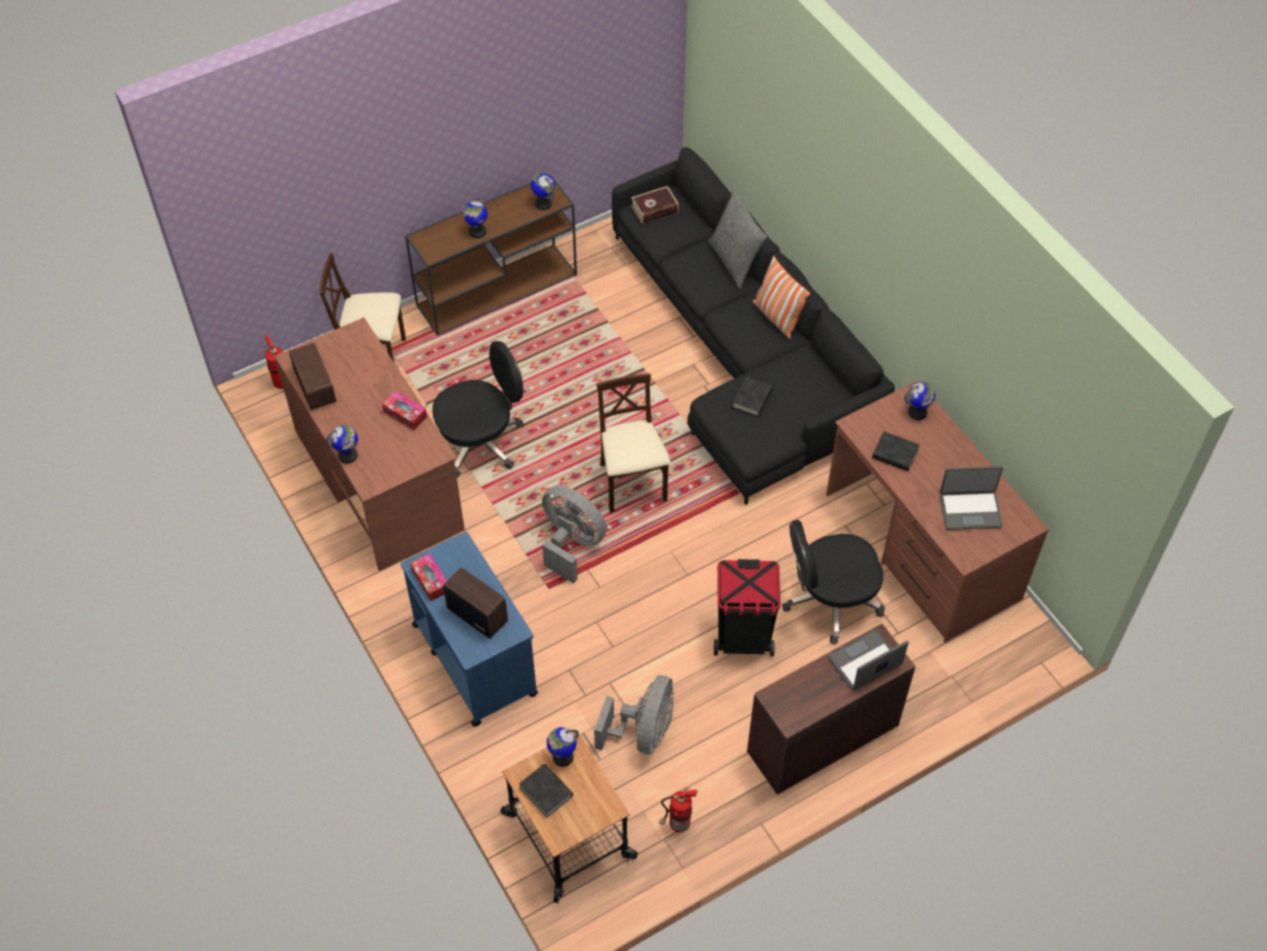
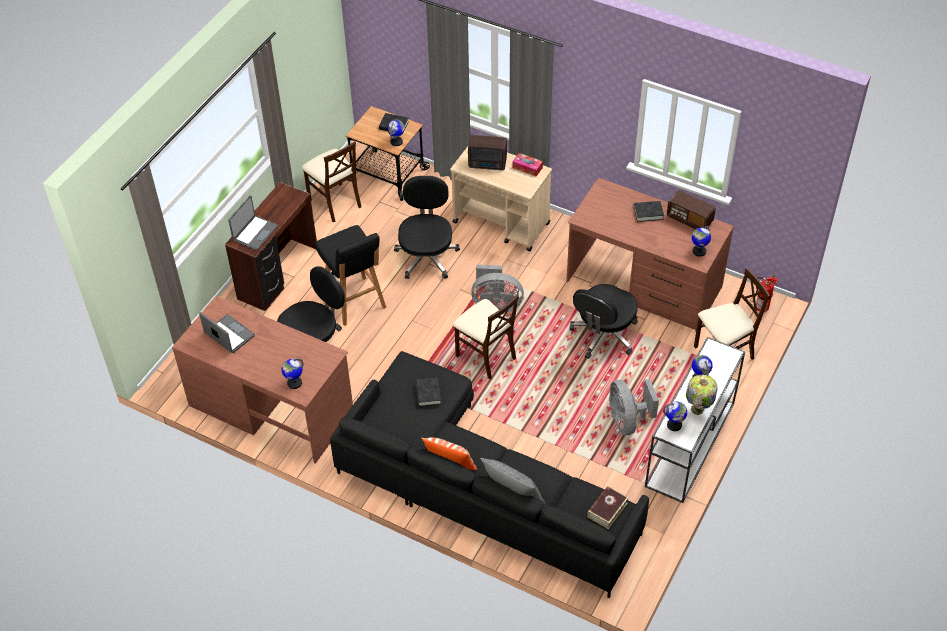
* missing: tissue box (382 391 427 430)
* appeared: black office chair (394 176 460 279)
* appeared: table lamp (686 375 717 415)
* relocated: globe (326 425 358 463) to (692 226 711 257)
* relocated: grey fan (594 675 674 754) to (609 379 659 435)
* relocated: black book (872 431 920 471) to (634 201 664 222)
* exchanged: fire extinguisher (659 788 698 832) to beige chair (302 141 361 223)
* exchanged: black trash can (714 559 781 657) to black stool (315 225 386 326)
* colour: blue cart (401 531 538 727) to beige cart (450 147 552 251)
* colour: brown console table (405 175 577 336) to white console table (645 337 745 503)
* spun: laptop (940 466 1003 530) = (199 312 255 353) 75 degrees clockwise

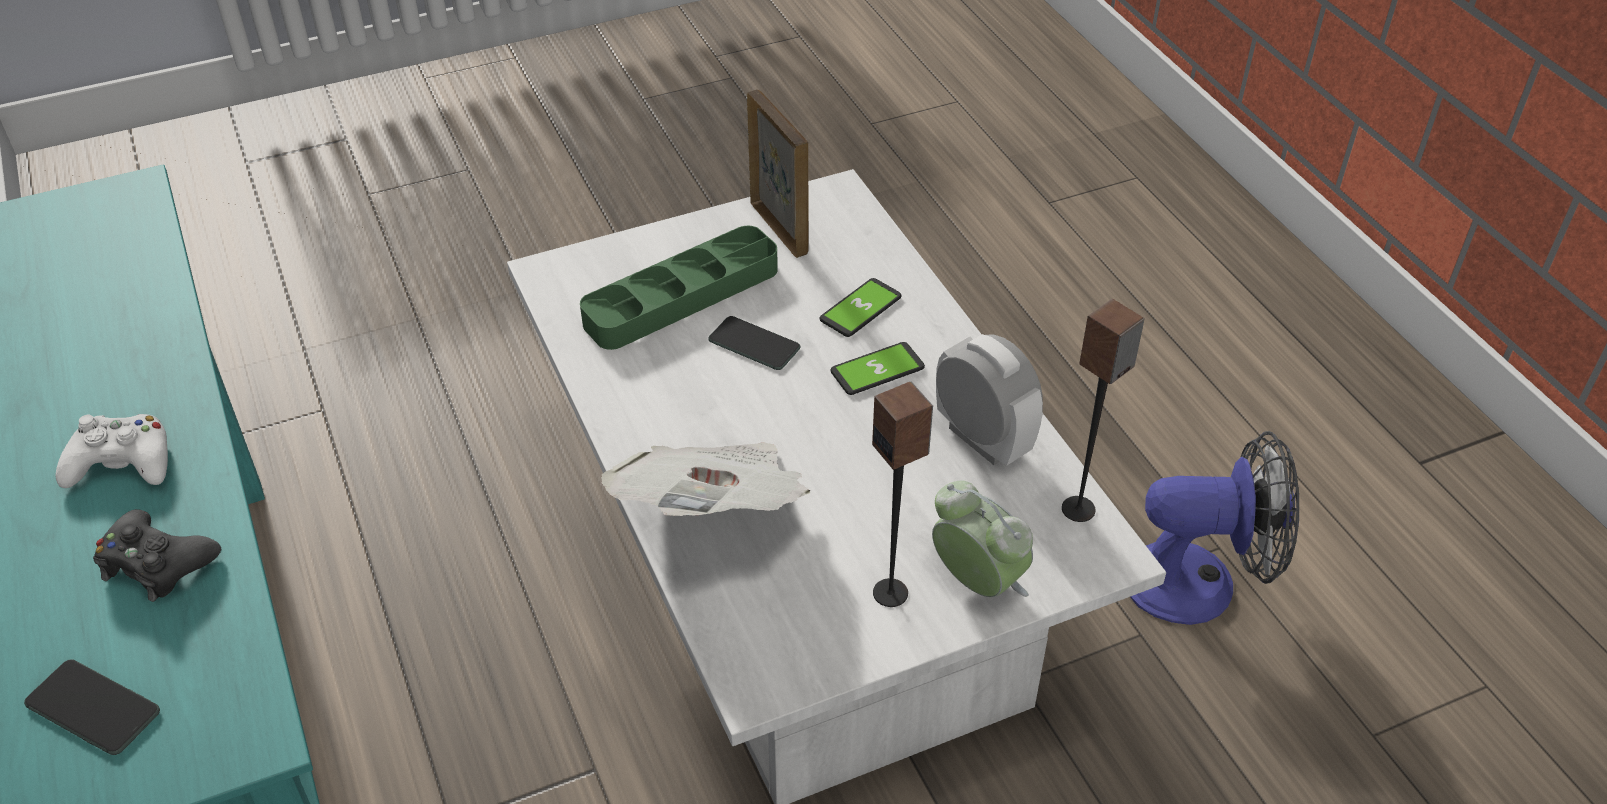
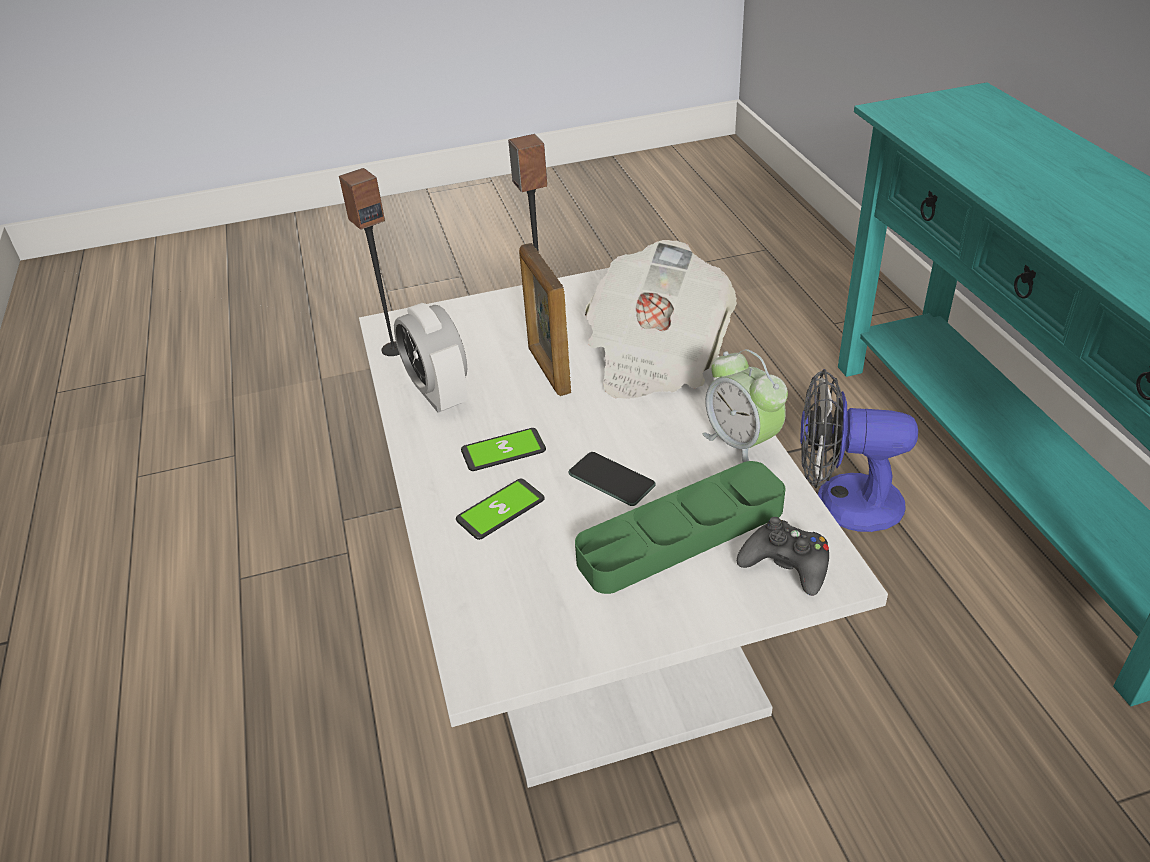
* missing: phone (24 659 160 755)
* missing: white game controller (55 414 168 488)
* relocated: black game controller (93 509 221 602) to (737 517 829 596)
* relocated: picture frame (747 89 809 258) to (519 243 571 396)
* relocated: alarm clock (932 480 1033 597) to (703 349 788 463)
* relocated: fan (1130 431 1299 625) to (800 369 918 532)

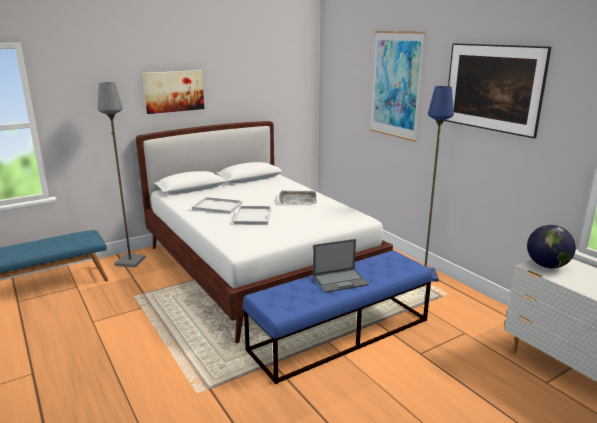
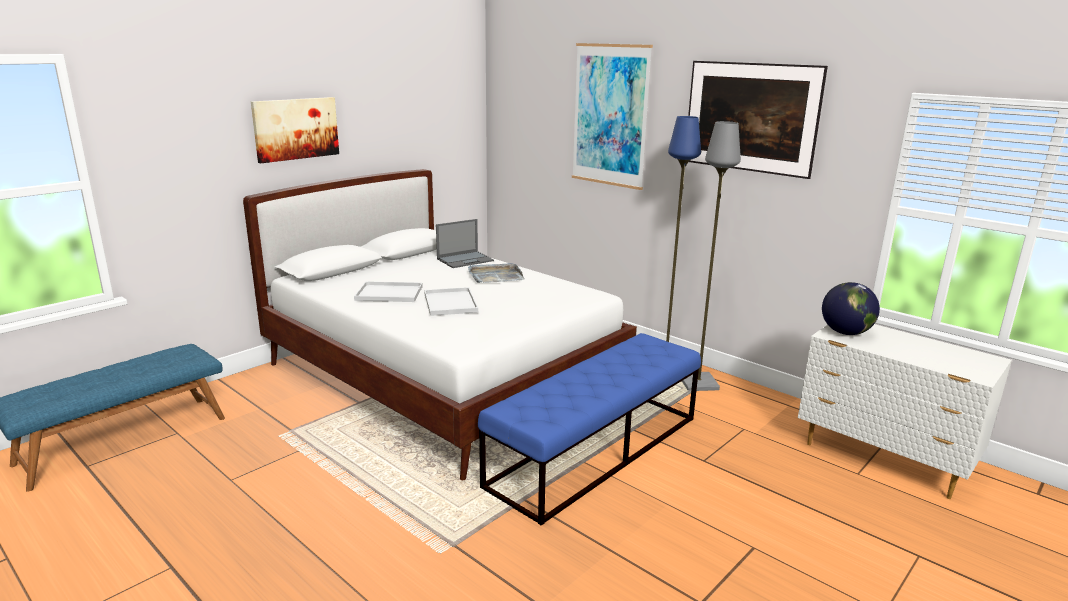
* relocated: grey floor lamp (98 82 146 267) to (682 121 741 391)
* relocated: laptop (313 239 369 293) to (436 219 494 268)

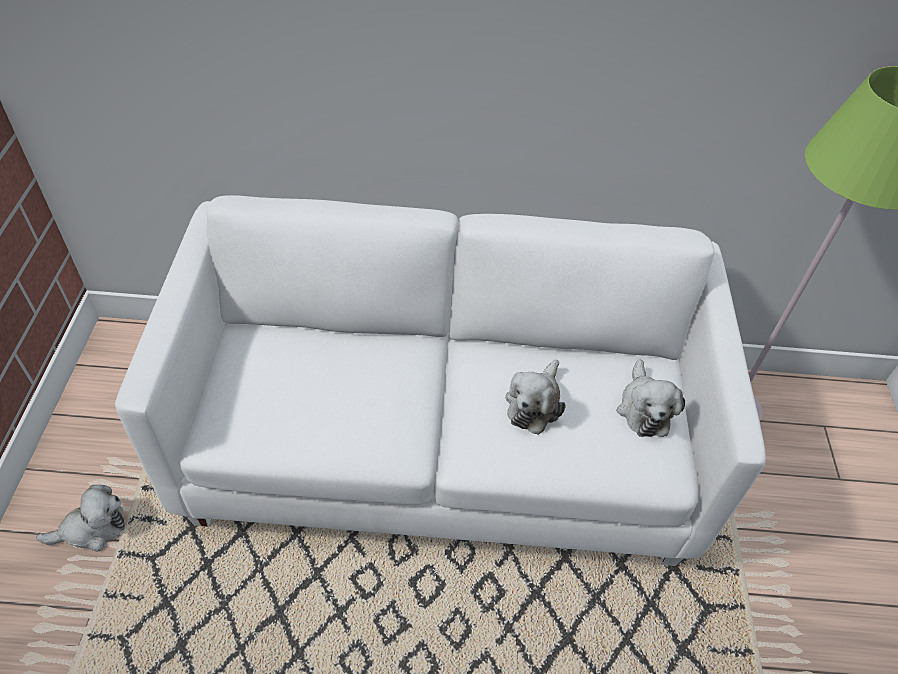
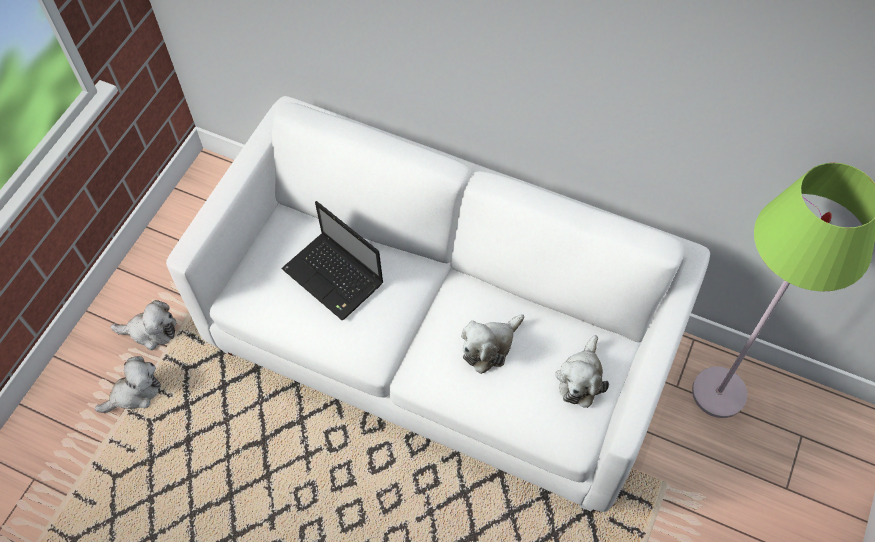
* appeared: plush toy (95 356 161 413)
* appeared: laptop (281 201 383 320)

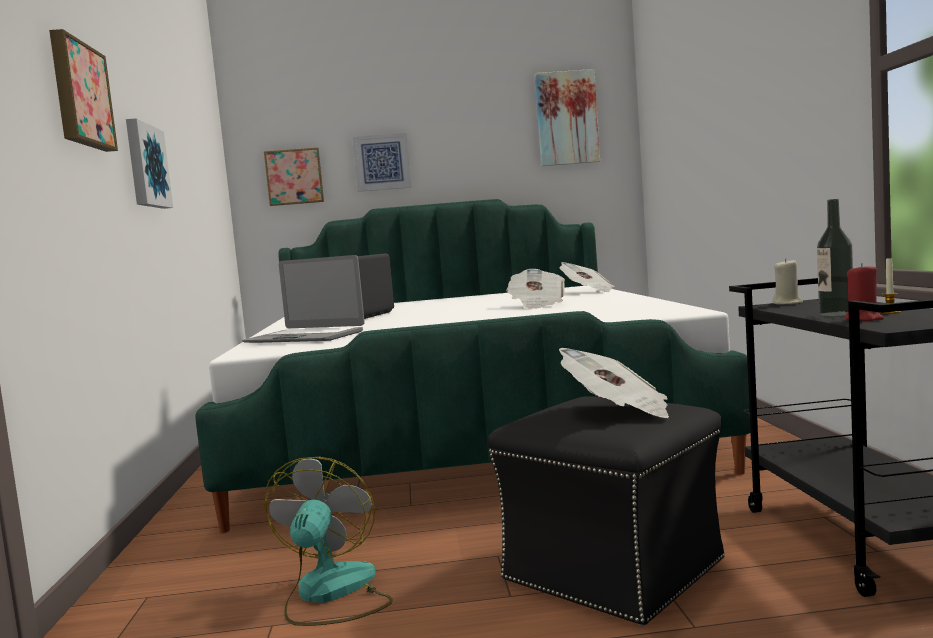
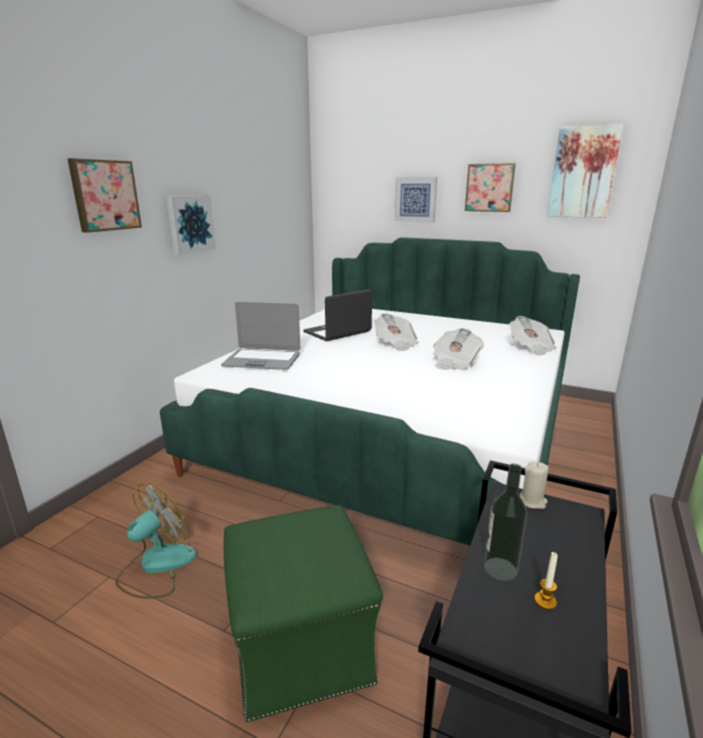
* missing: red candle (845 263 884 321)
* relocated: picture (264 147 324 206) to (465 163 516 212)
* relocated: newspaper (559 348 669 418) to (374 313 419 351)
* colour: black ottoman (487 397 725 626) to green ottoman (224 505 383 722)
* spun: laptop (242 255 365 343) = (221 302 300 370) 45 degrees counterclockwise

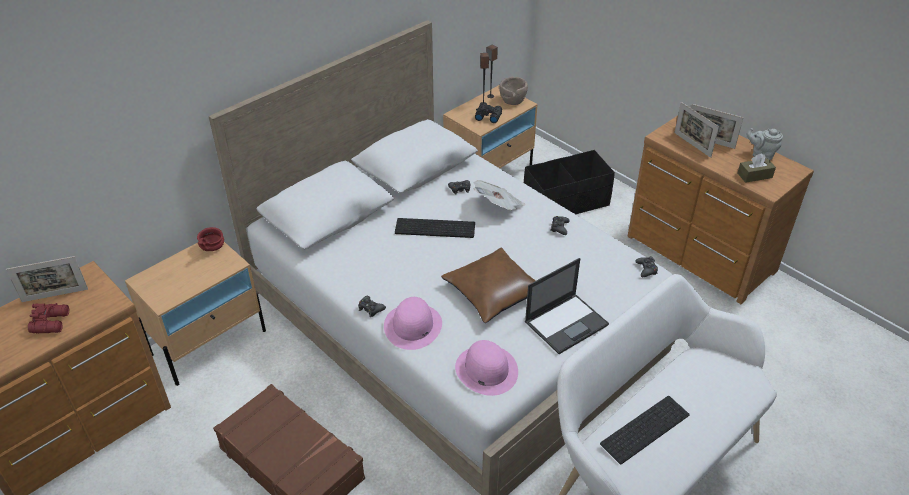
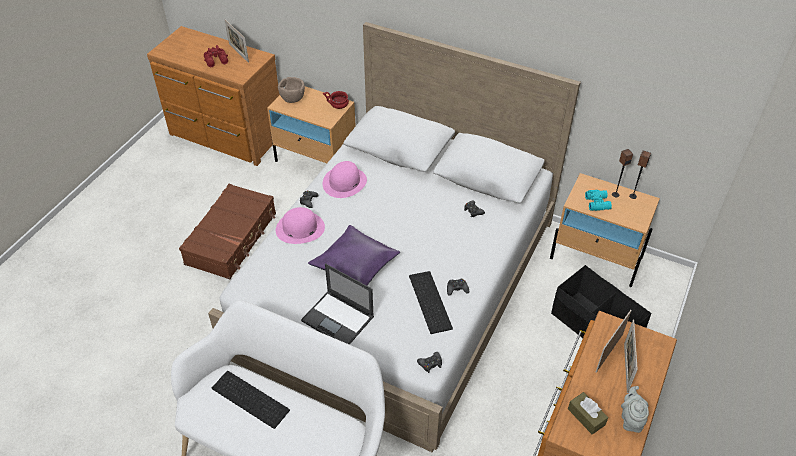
* missing: newspaper (473 180 525 210)
* relocated: keyboard (395 218 475 238) to (409 271 453 334)
* relocated: pink hat (455 340 518 396) to (323 161 367 198)
* relocated: brown bowl (499 76 528 105) to (278 77 305 103)
* colour: brown pillow (441 248 536 323) to purple pillow (308 225 400 286)
* colour: black binoculars (475 103 502 123) to turquoise binoculars (585 190 612 211)

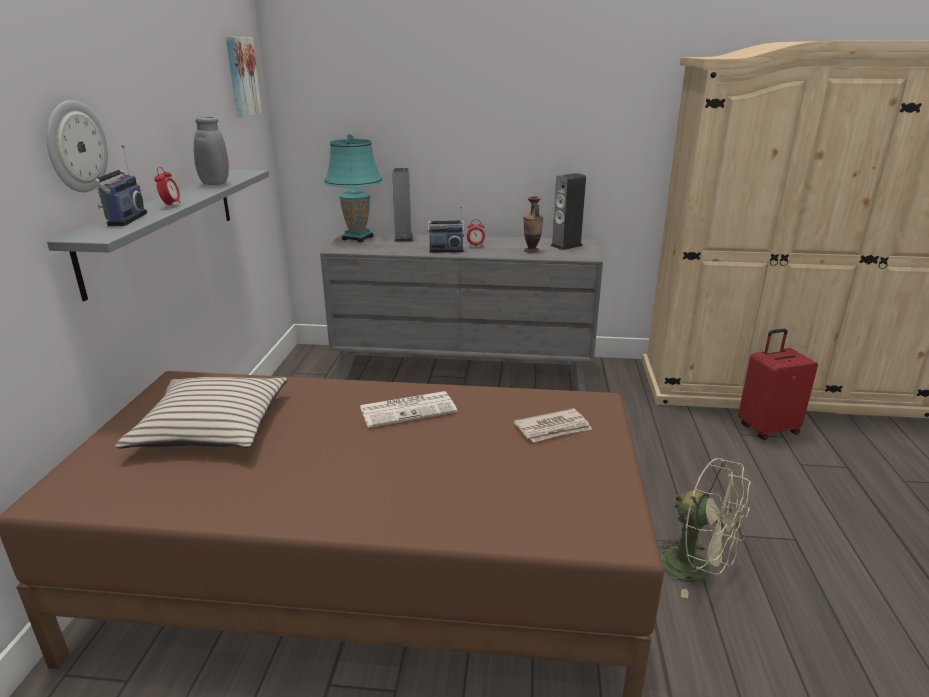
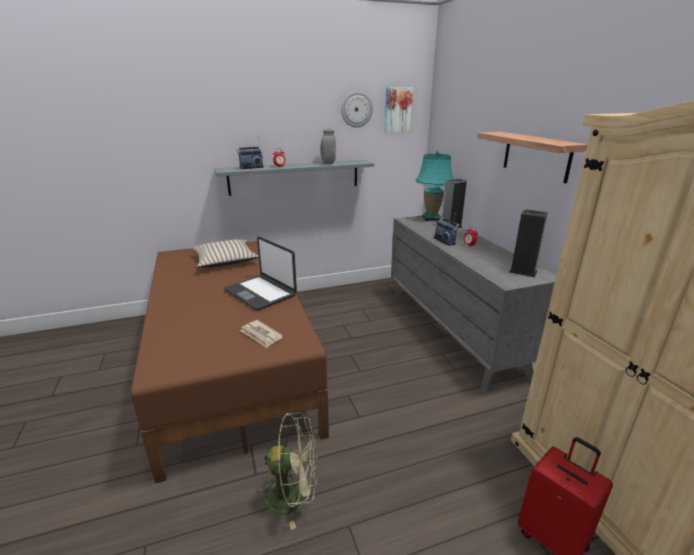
* missing: vase (524 196 543 253)
* appeared: shelf (477 132 587 184)
* relocated: wall clock (47 100 108 192) to (341 91 373 127)
* exchanged: newspaper (360 391 457 428) to laptop (224 237 297 310)
* spun: green fan (656 458 751 598) = (257 412 317 530) 105 degrees counterclockwise

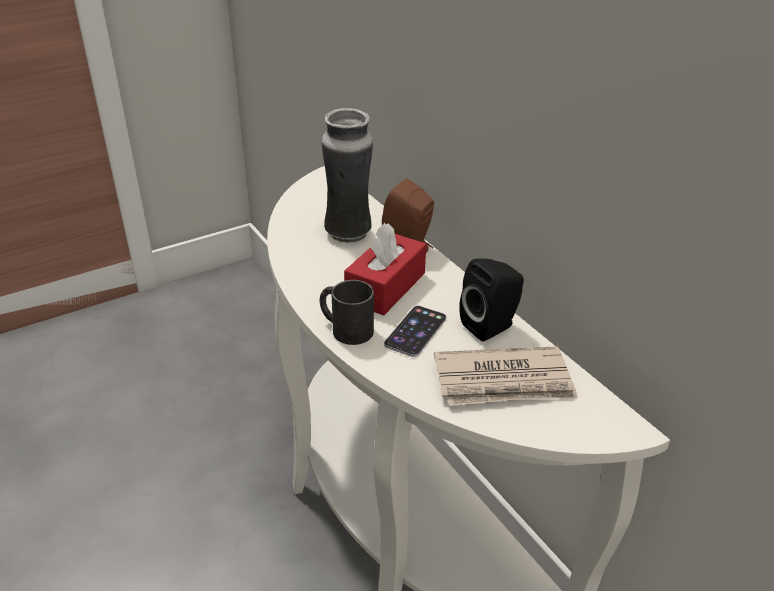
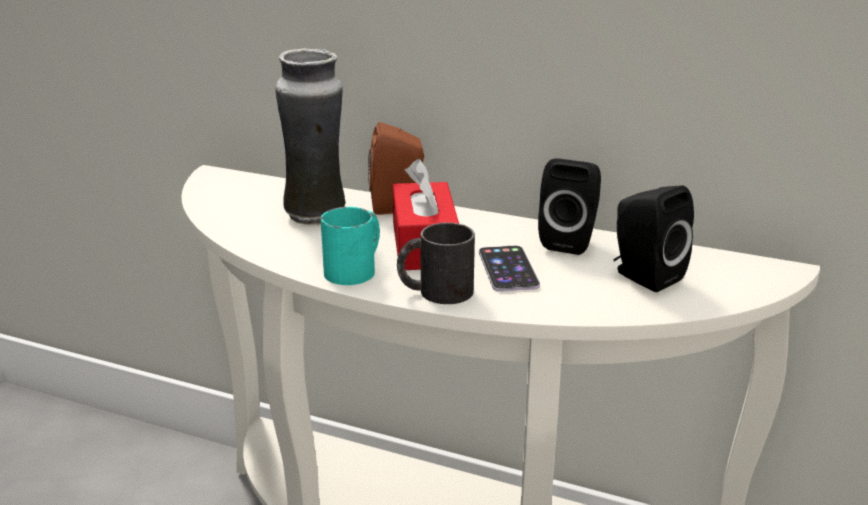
* appeared: turquoise mug (321 207 380 285)
* exchanged: newspaper (434 346 578 406) to black speaker (614 186 694 292)

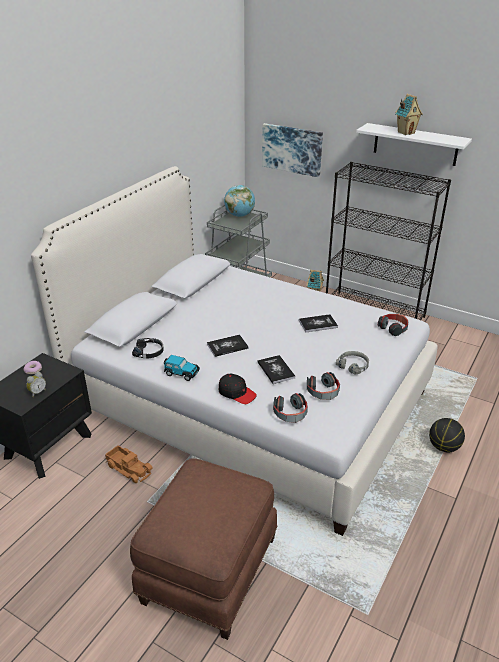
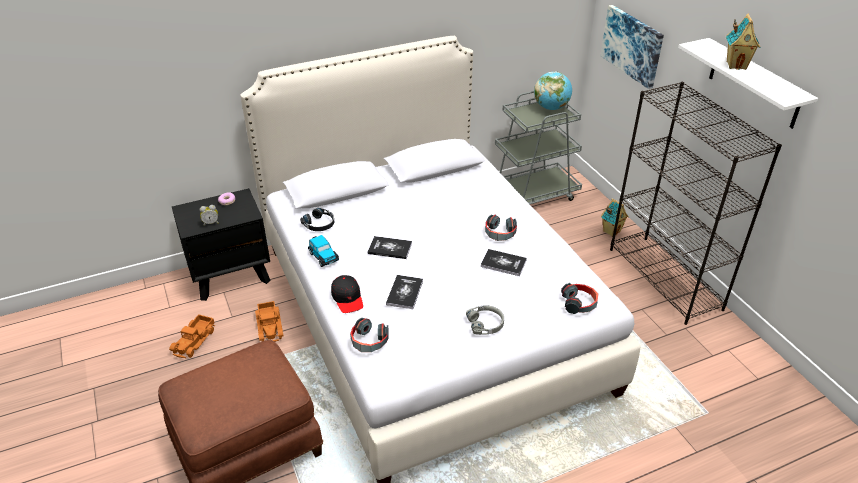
* missing: basketball (429 418 465 452)
* appeared: toy truck (169 314 216 358)
* relocated: headphones (307 372 340 400) to (485 215 517 241)

